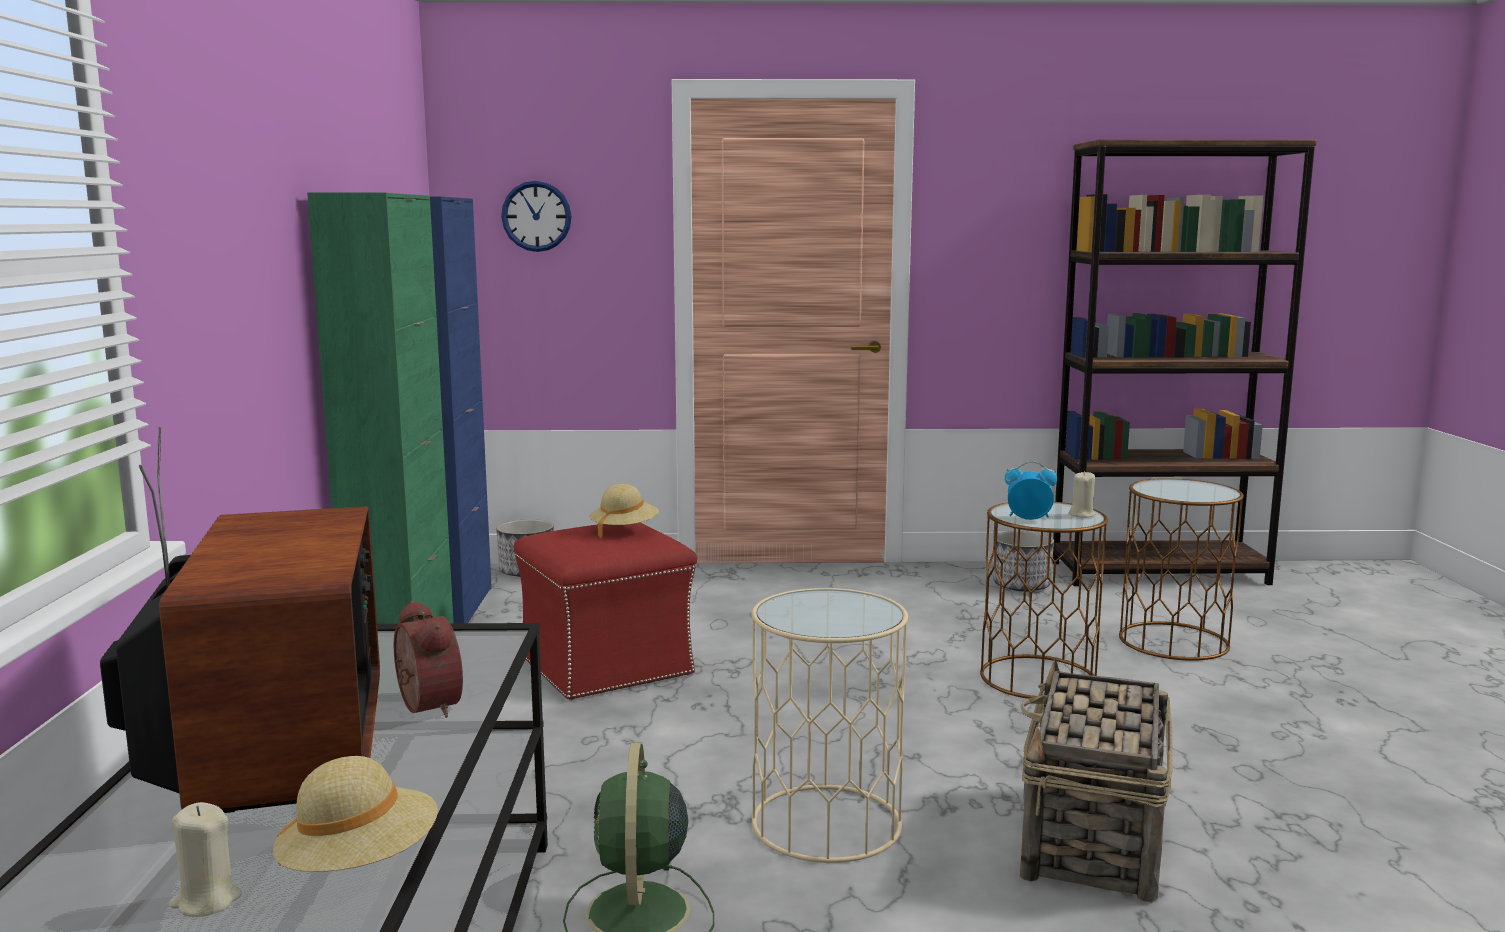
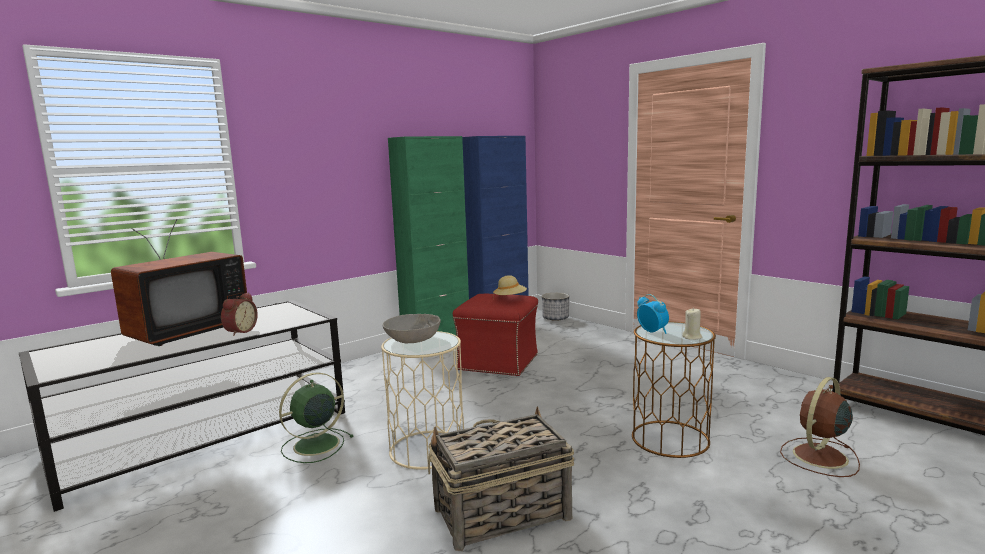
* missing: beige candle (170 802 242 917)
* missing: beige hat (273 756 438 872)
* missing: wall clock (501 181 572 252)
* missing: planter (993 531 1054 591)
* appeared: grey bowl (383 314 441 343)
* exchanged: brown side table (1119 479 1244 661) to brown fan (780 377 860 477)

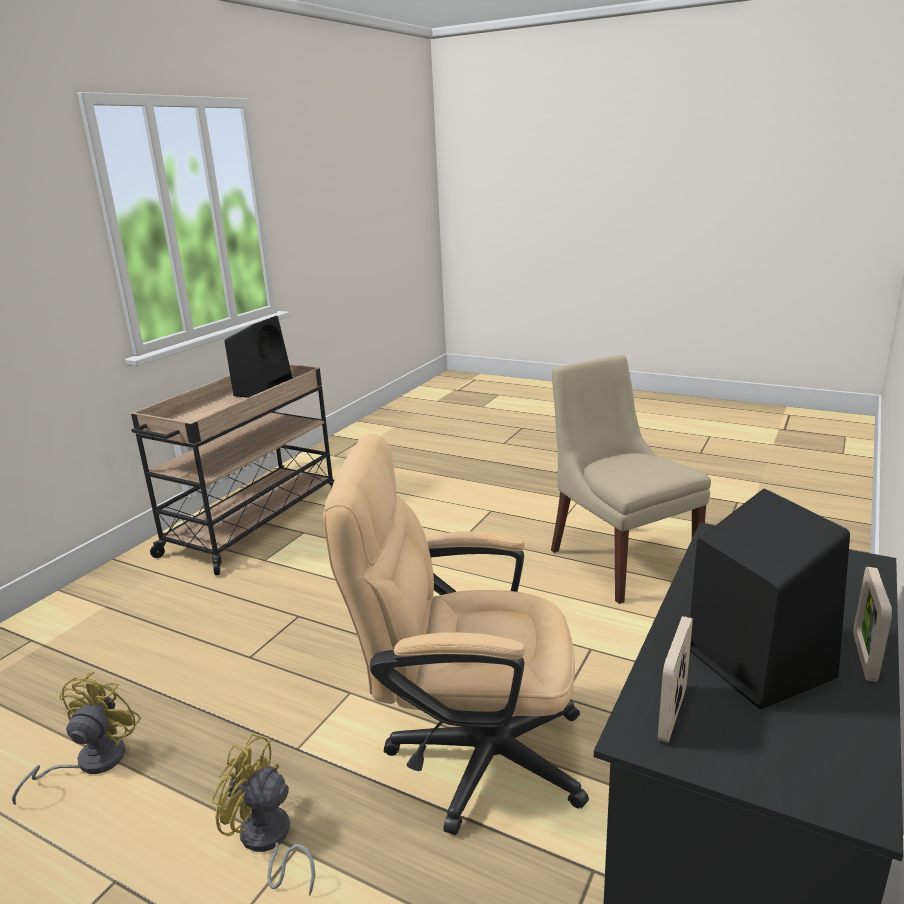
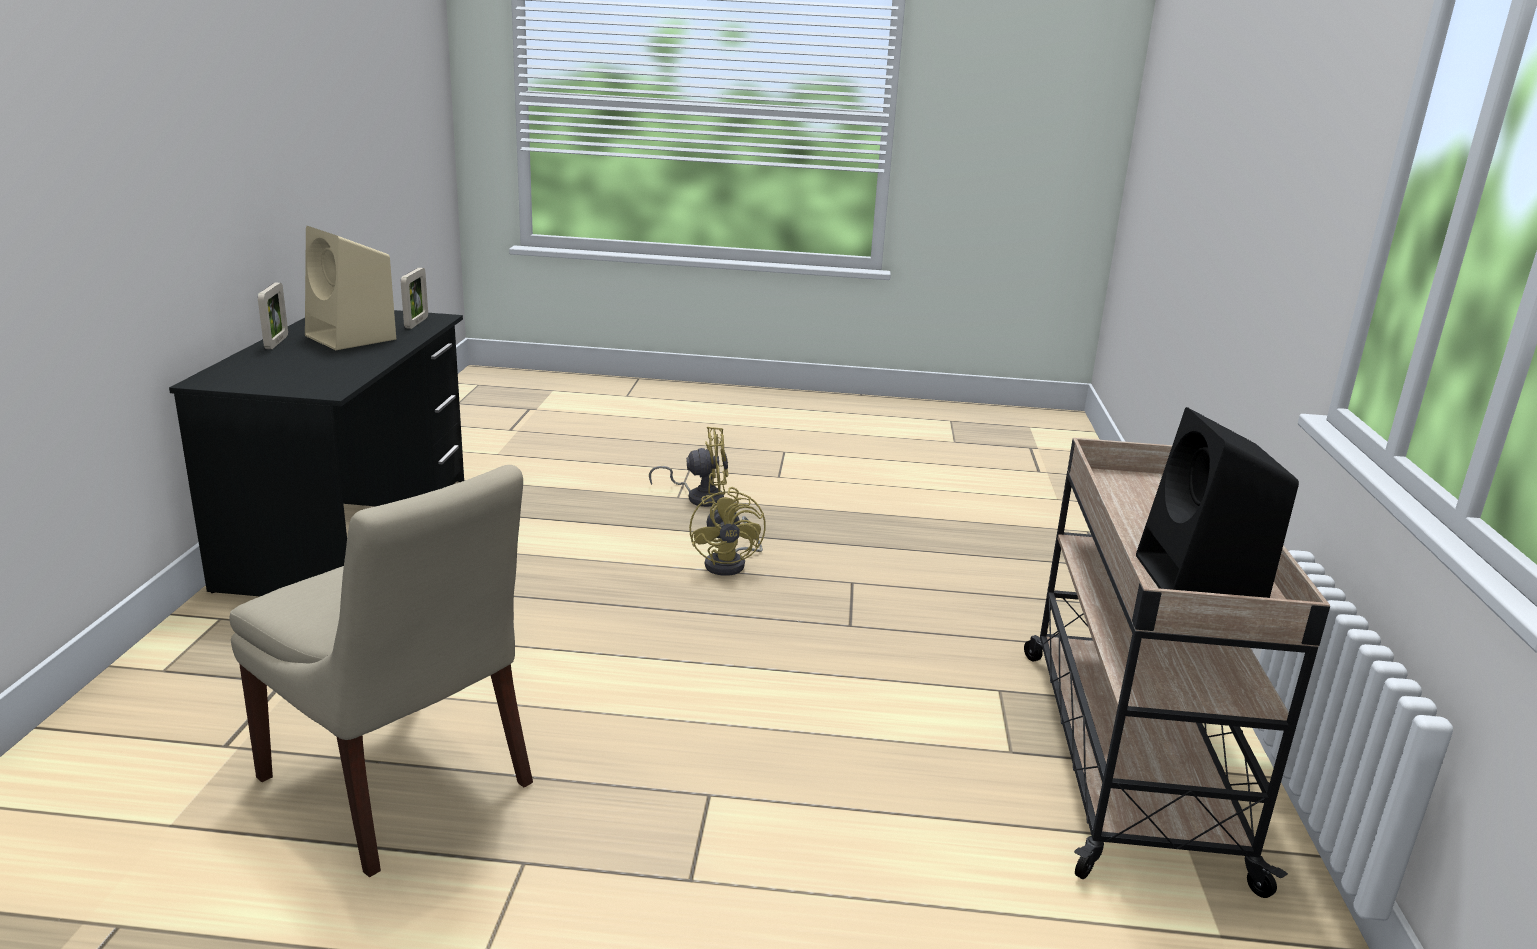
* missing: beige office chair (323 434 589 835)
* relocated: yellow fan (12 671 141 805) to (689 487 766 576)
* colour: black speaker (690 489 850 710) to beige speaker (305 226 396 350)

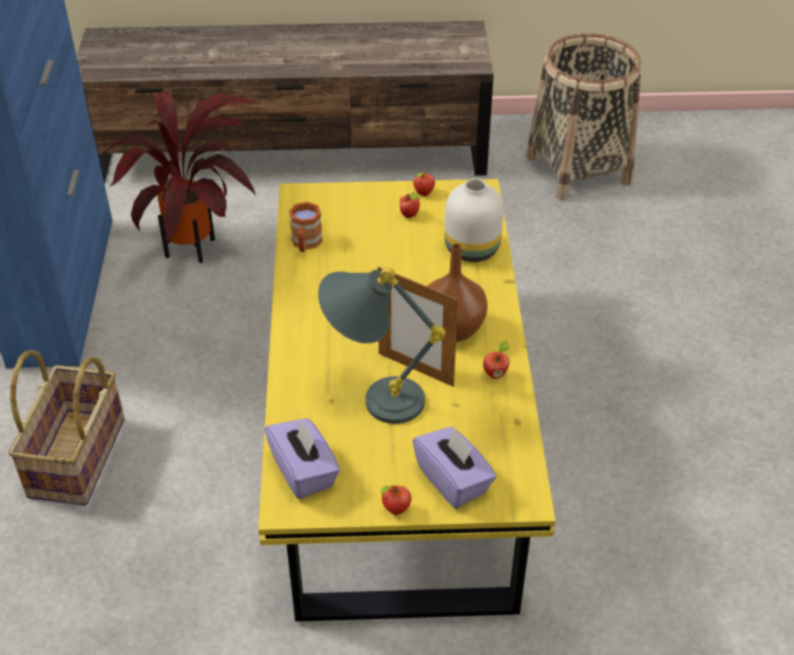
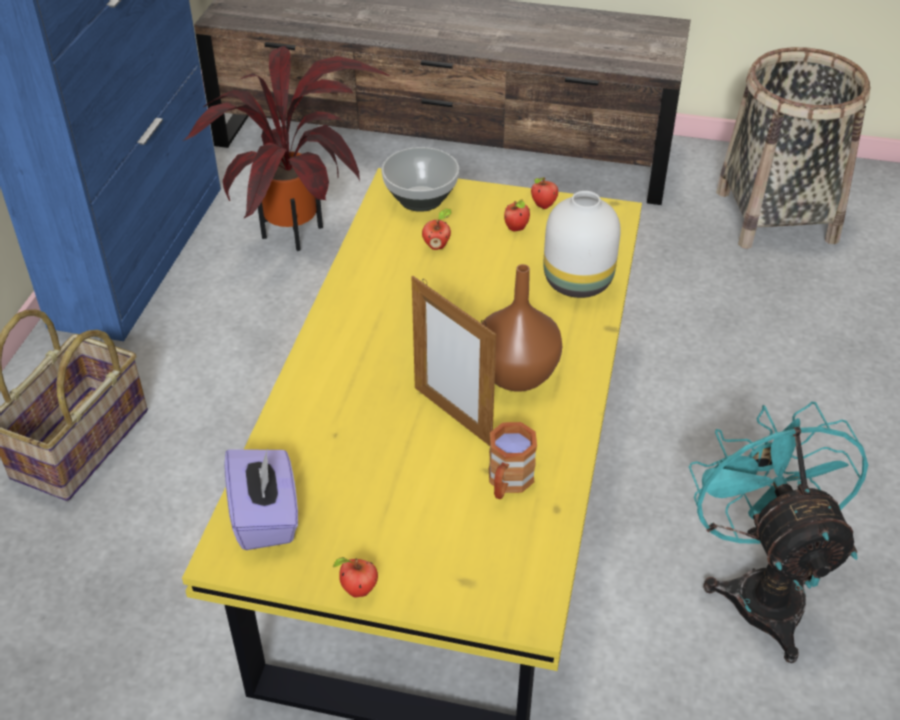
* missing: grey table lamp (318 267 446 424)
* missing: purple tissue box (413 427 496 509)
* appeared: bowl (381 147 459 212)
* appeared: turquoise fan (689 402 868 663)
* relocated: brown mug (289 202 323 252) to (489 422 537 499)
* relocated: apple (483 341 509 379) to (422 208 451 250)

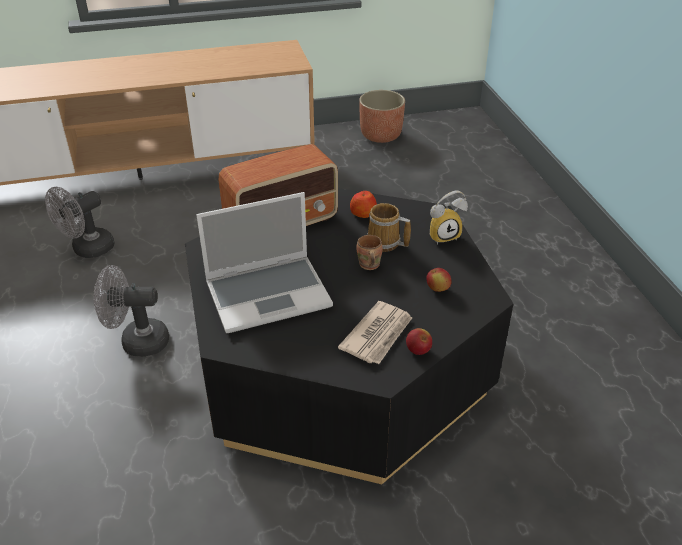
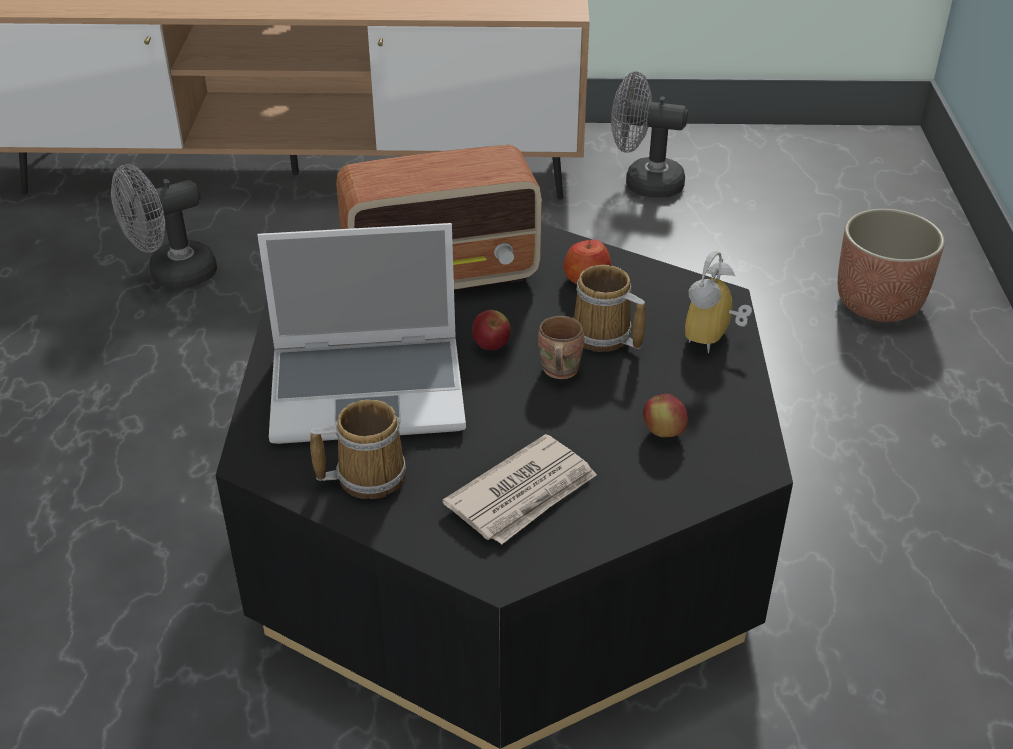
* appeared: mug (310 399 406 499)
* relocated: grey fan (94 265 169 357) to (611 72 688 198)
* relocated: planter (359 90 405 143) to (838 209 945 322)
* relocated: apple (406 328 432 355) to (472 310 511 350)
* spun: alarm clock (430 190 468 245) = (685 251 752 353) 120 degrees clockwise

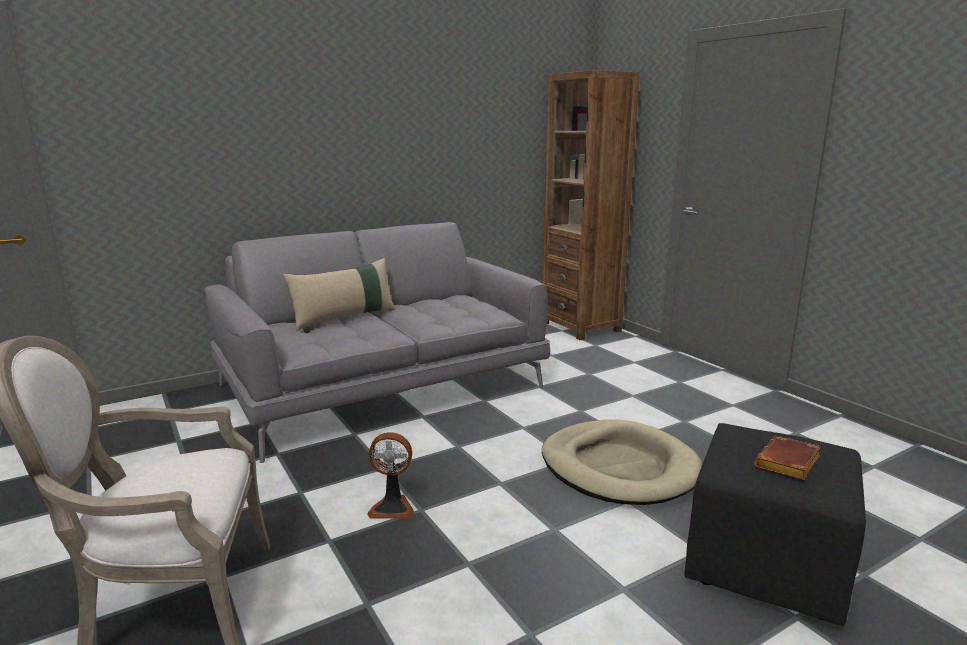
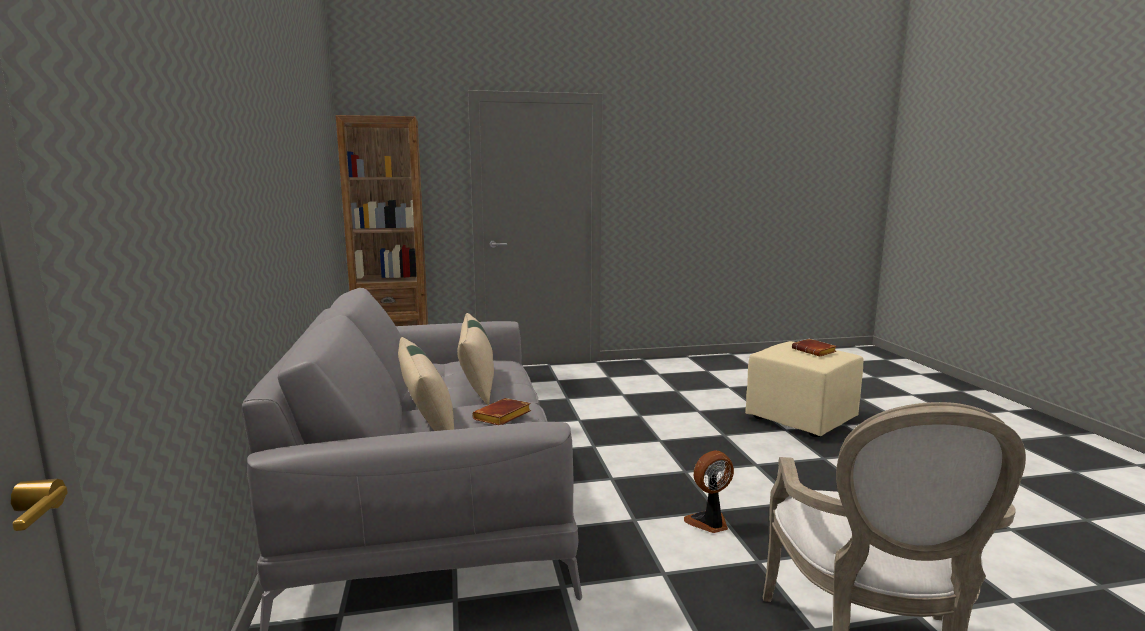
* missing: beige dog bed (542 419 702 505)
* appeared: beige pillow (457 313 494 405)
* appeared: brown book (472 398 531 425)
* colour: black ottoman (684 423 866 626) to beige ottoman (745 341 864 437)
* spun: fan (367 432 414 519) = (684 451 734 533) 135 degrees counterclockwise

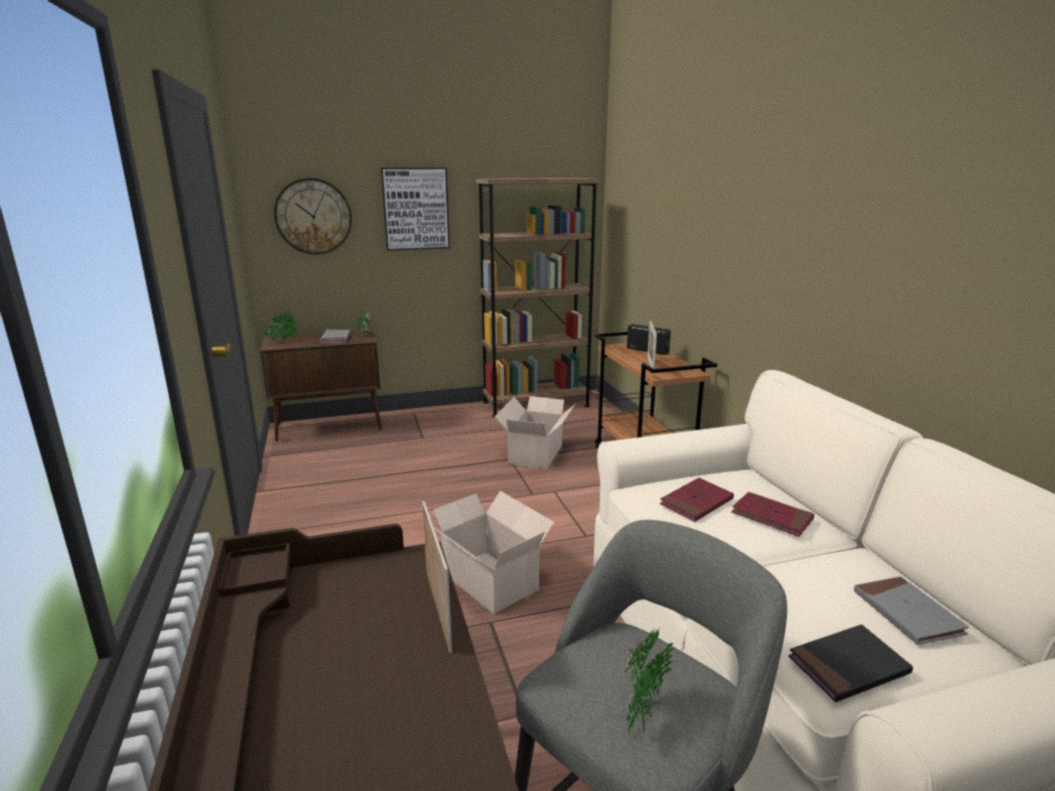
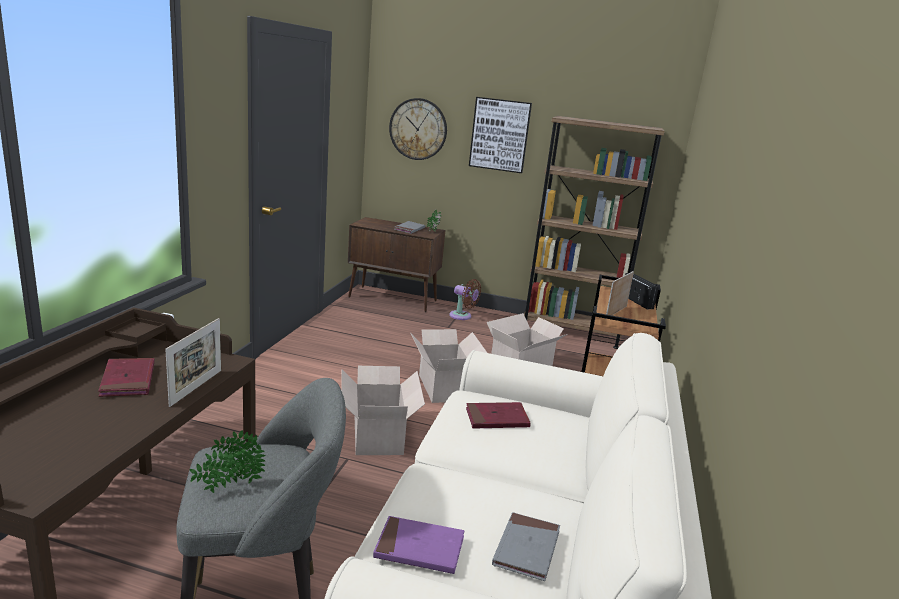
* missing: potted plant (262 312 298 342)
* appeared: cardboard box (411 329 487 403)
* appeared: brown fan (449 279 481 320)
* relocated: red book (731 492 814 537) to (98 358 155 397)
* colour: black book (789 625 913 702) to purple book (373 516 464 574)

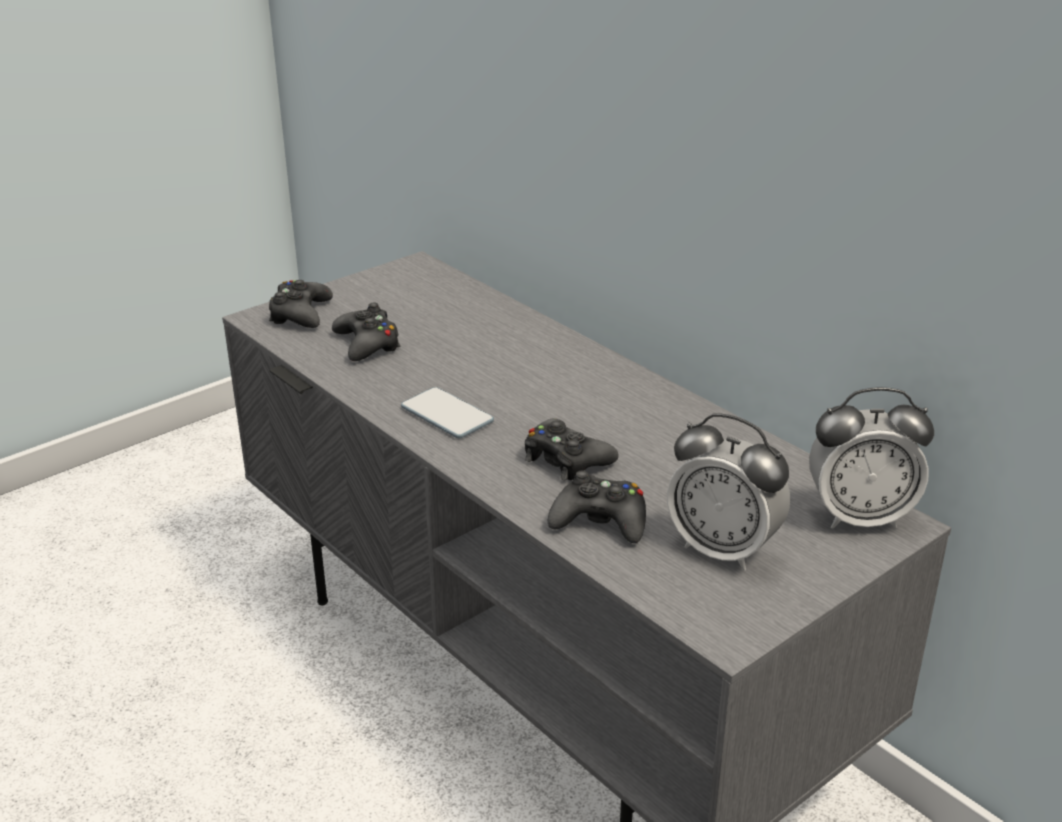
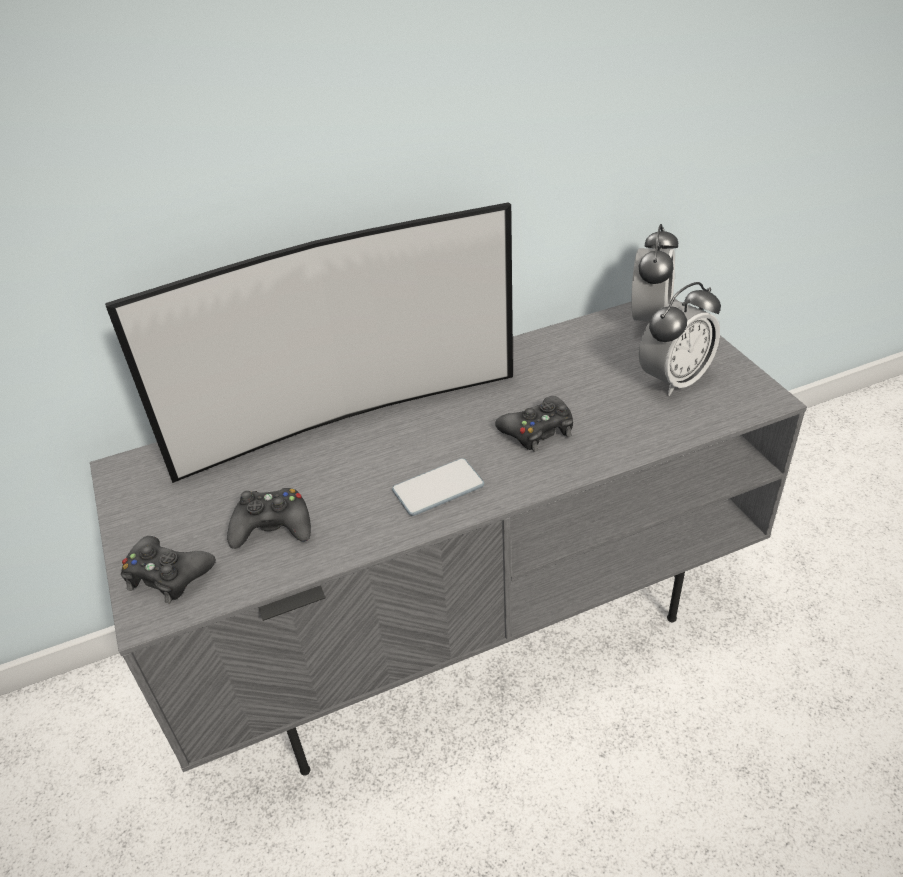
* missing: black game controller (548 471 646 543)
* appeared: television (105 202 513 483)

